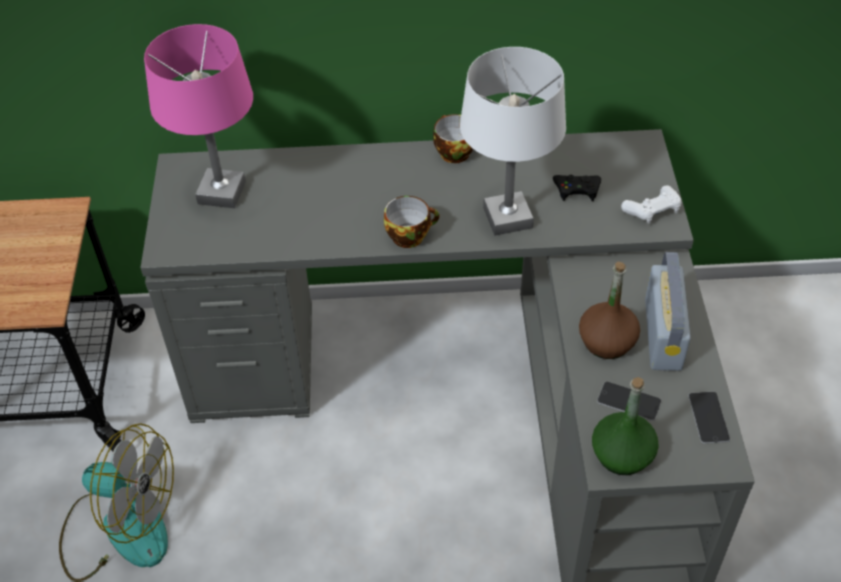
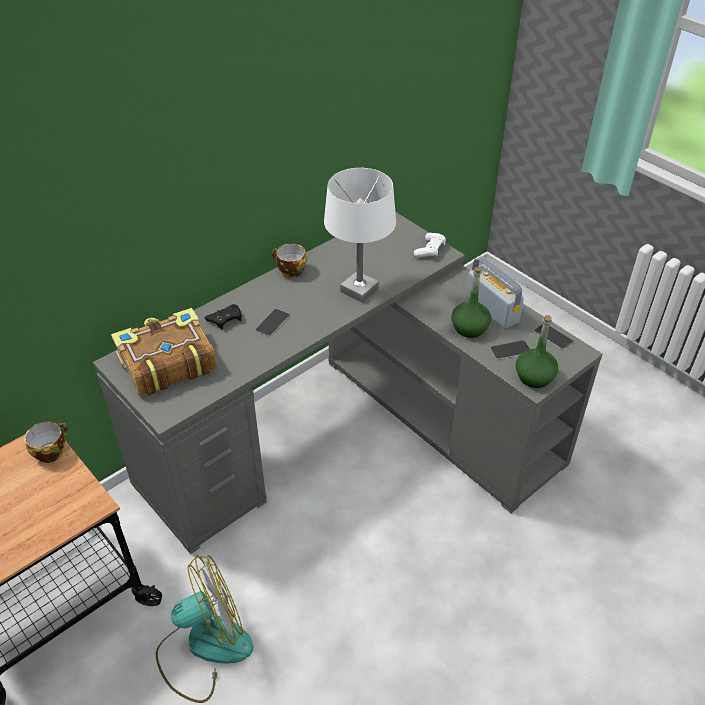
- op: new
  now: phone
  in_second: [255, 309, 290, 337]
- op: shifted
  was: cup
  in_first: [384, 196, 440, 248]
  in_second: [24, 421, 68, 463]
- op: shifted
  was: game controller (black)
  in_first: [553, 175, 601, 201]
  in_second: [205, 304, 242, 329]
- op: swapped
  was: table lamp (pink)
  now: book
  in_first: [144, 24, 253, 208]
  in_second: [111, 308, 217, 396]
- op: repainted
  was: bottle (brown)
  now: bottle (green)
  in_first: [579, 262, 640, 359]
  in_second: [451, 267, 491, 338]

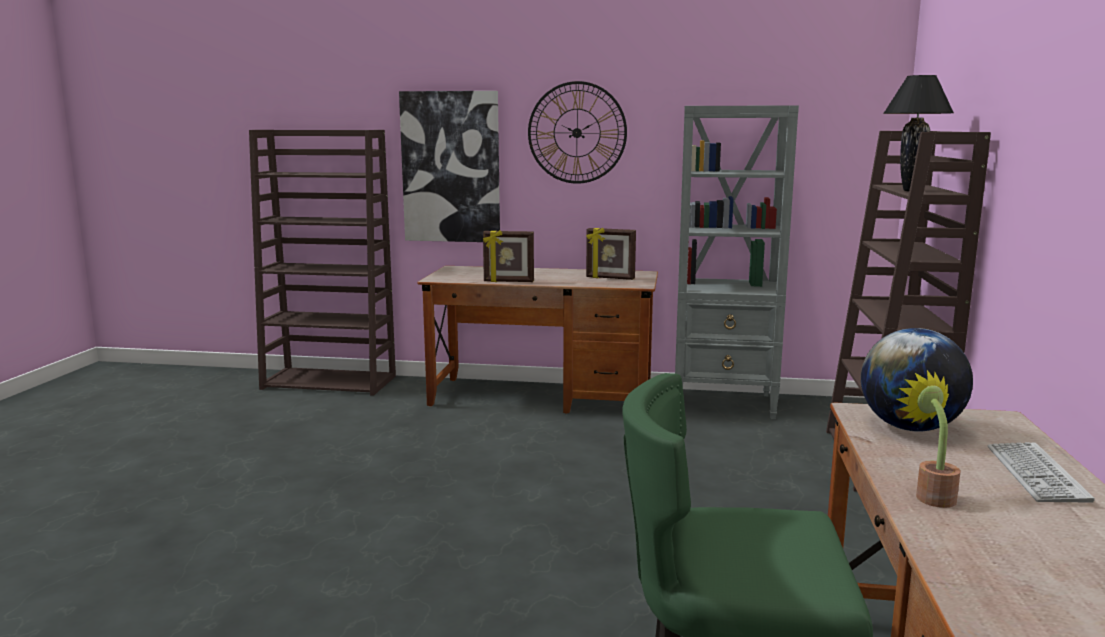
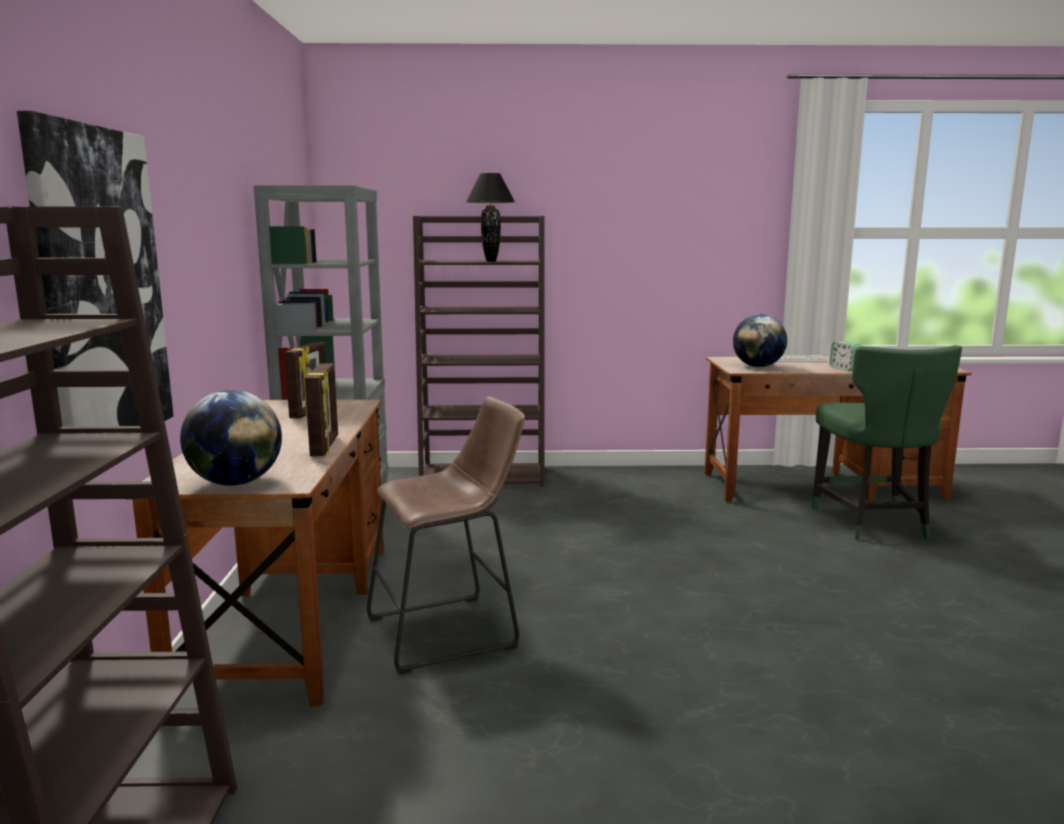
- op: gone
  was: wall clock
  in_first: [528, 81, 627, 184]
- op: new
  now: globe
  in_second: [180, 390, 282, 486]
- op: new
  now: stool (brown)
  in_second: [367, 397, 525, 675]
- op: swapped
  was: potted plant
  now: alarm clock
  in_first: [896, 370, 961, 508]
  in_second: [829, 342, 861, 371]

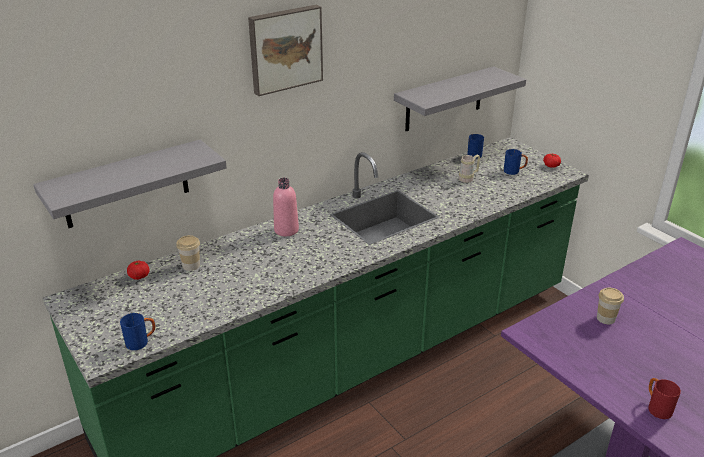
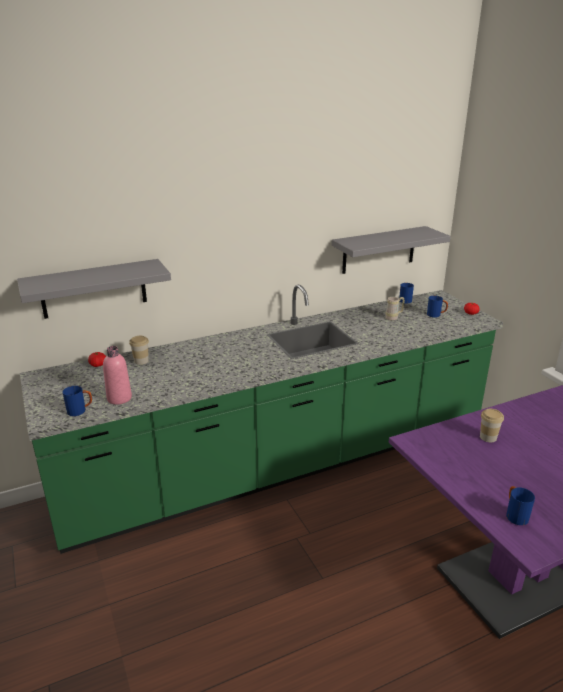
- op: gone
  was: picture
  in_first: [248, 5, 323, 96]
- op: shifted
  was: bottle (pink)
  in_first: [273, 178, 299, 236]
  in_second: [103, 346, 132, 404]
- op: repainted
  was: mug (red)
  now: mug (blue)
  in_first: [648, 378, 681, 419]
  in_second: [506, 486, 535, 525]

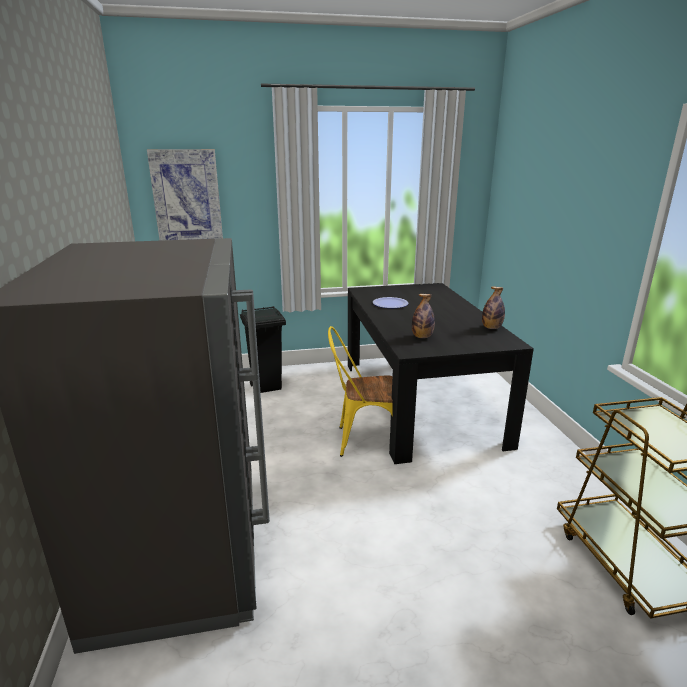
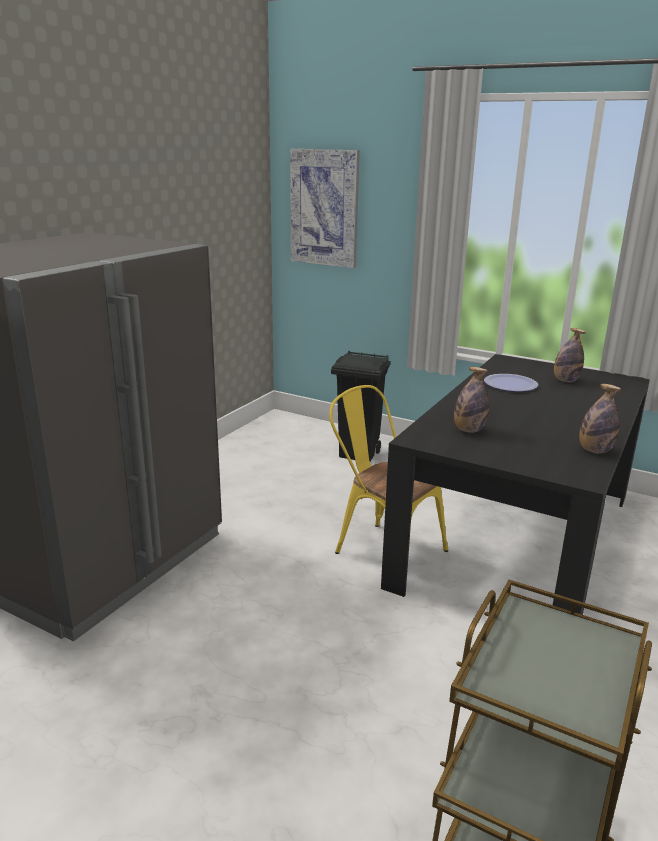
- op: new
  now: bottle
  in_second: [554, 328, 586, 382]

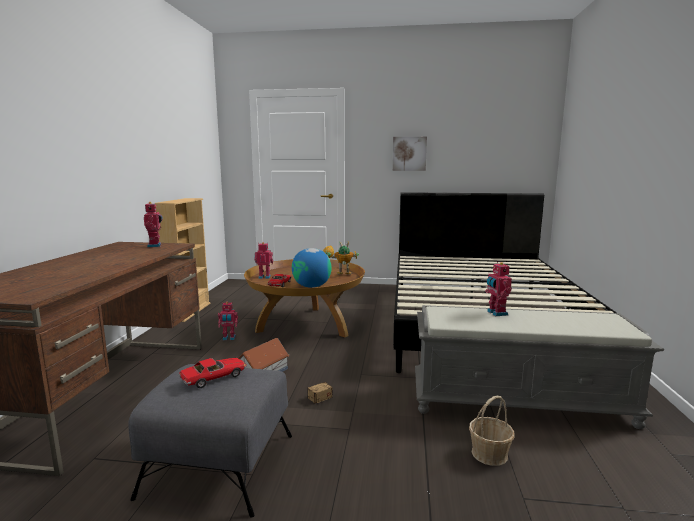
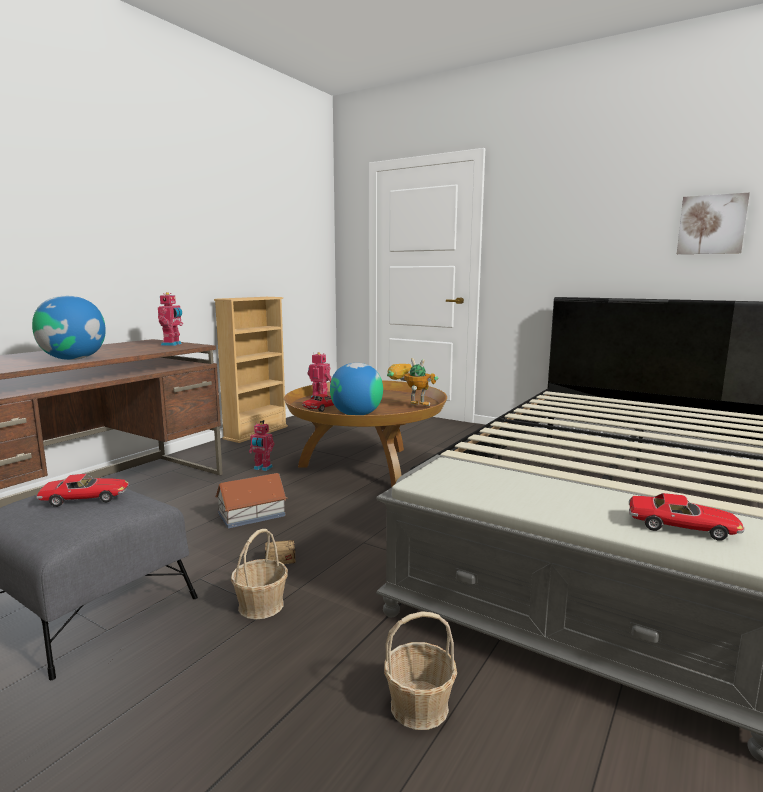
- op: gone
  was: toy robot
  in_first: [485, 262, 512, 316]
- op: new
  now: globe
  in_second: [32, 296, 106, 360]
- op: new
  now: basket
  in_second: [231, 529, 288, 620]
- op: new
  now: toy car
  in_second: [629, 493, 745, 540]
- op: shifted
  was: picture
  in_first: [393, 137, 427, 171]
  in_second: [677, 192, 750, 254]

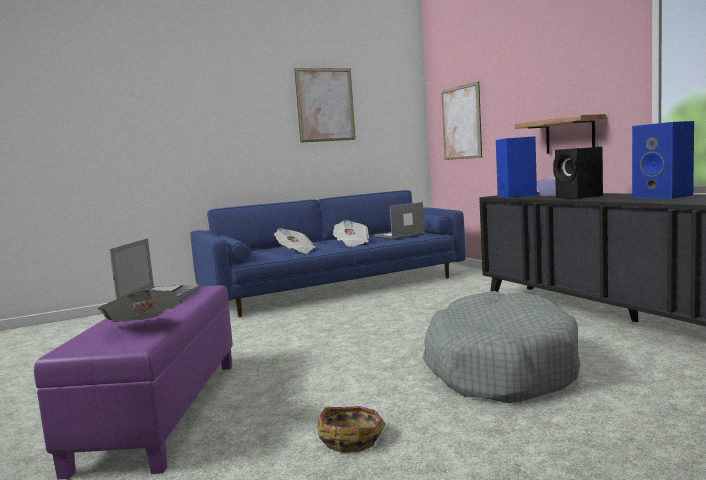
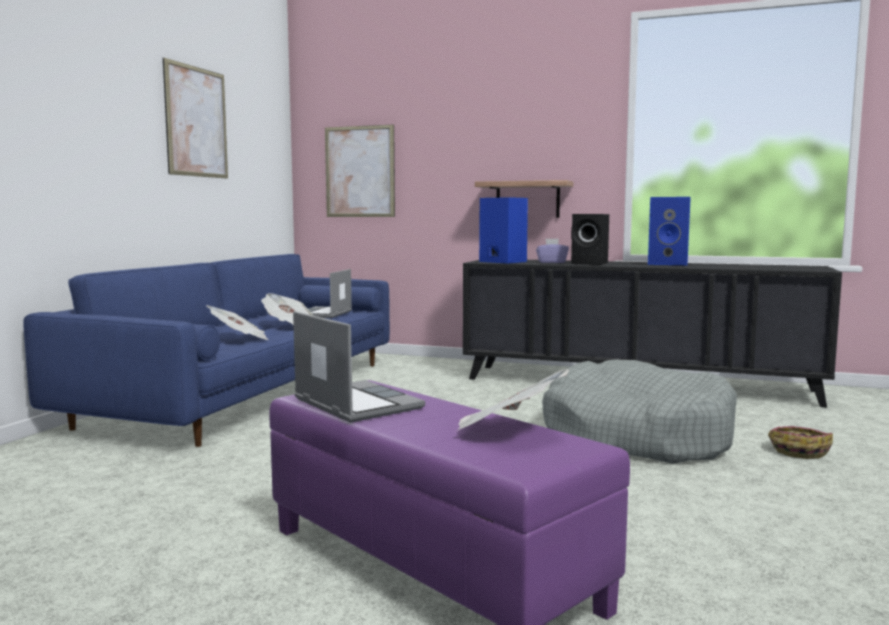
- op: shifted
  was: basket
  in_first: [317, 406, 385, 453]
  in_second: [768, 426, 833, 459]

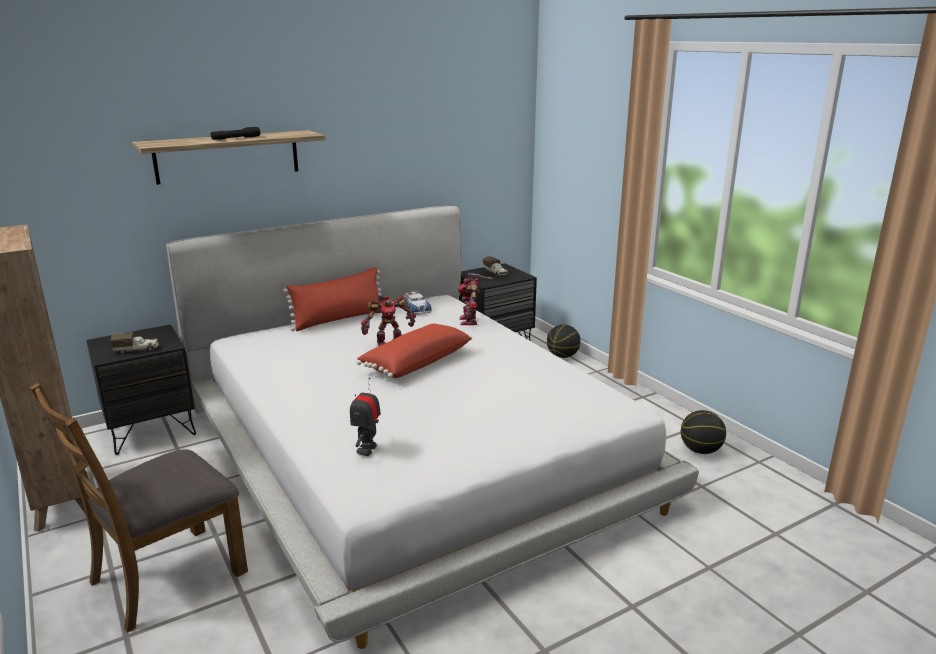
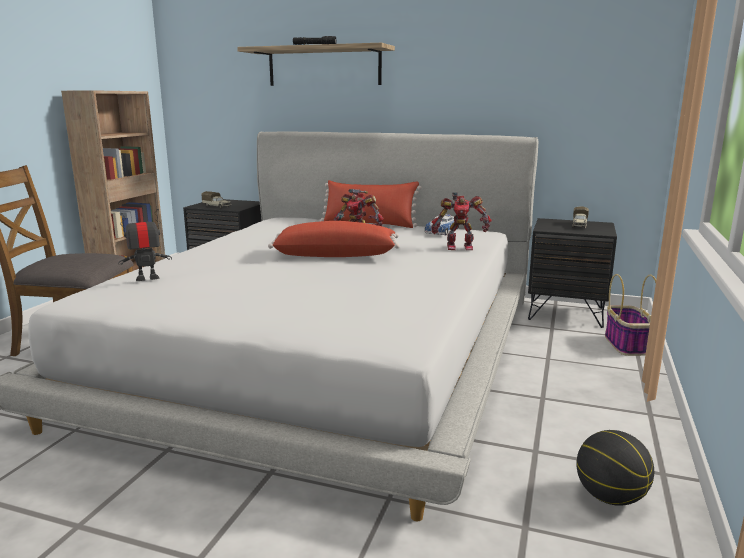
- op: swapped
  was: basketball
  now: basket
  in_first: [547, 324, 581, 358]
  in_second: [605, 274, 656, 356]
- op: rotated
  was: toy robot
  in_first: [458, 273, 493, 325]
  in_second: [431, 192, 492, 250]
  clockwise: -135

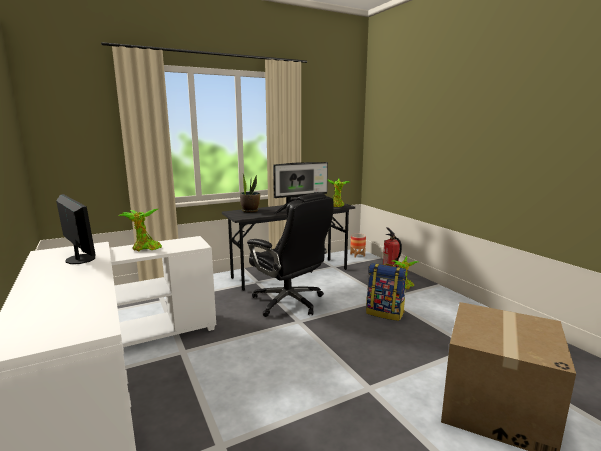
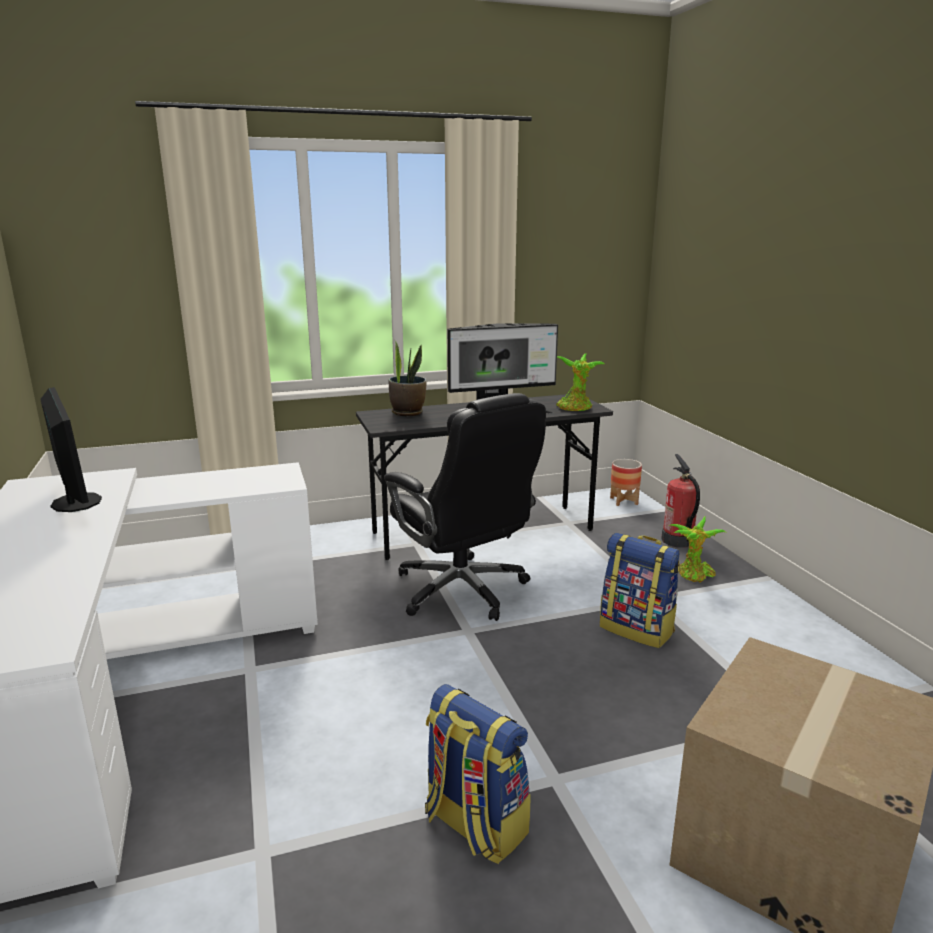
- op: gone
  was: potted plant
  in_first: [118, 209, 162, 252]
- op: new
  now: backpack
  in_second: [425, 684, 530, 864]

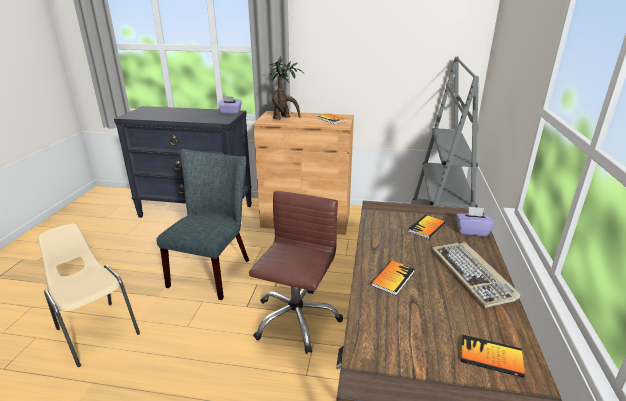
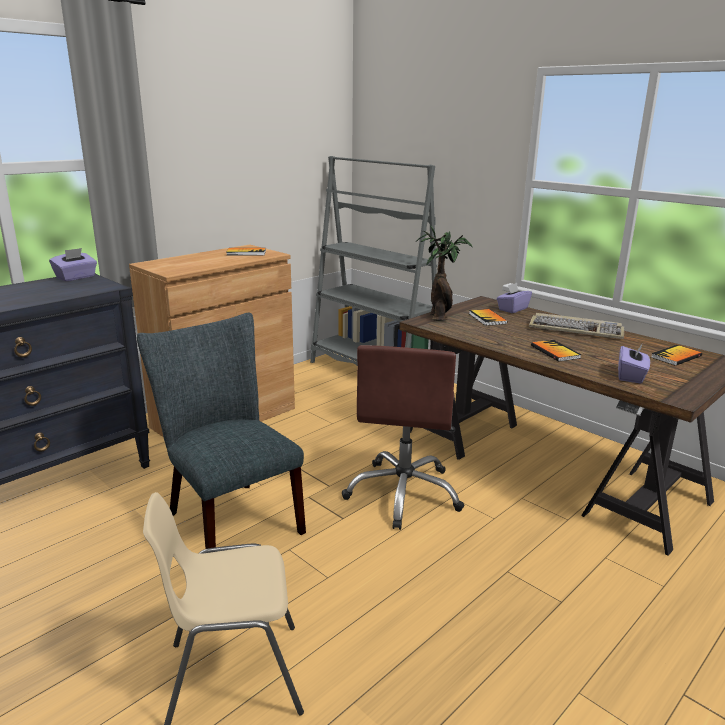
- op: new
  now: tissue box (purple)
  in_second: [618, 344, 650, 384]
- op: shifted
  was: potted plant
  in_first: [270, 56, 304, 119]
  in_second: [416, 225, 473, 321]
- op: rotated
  was: office chair (brown)
  in_first: [249, 190, 343, 354]
  in_second: [342, 345, 464, 530]
  clockwise: -135

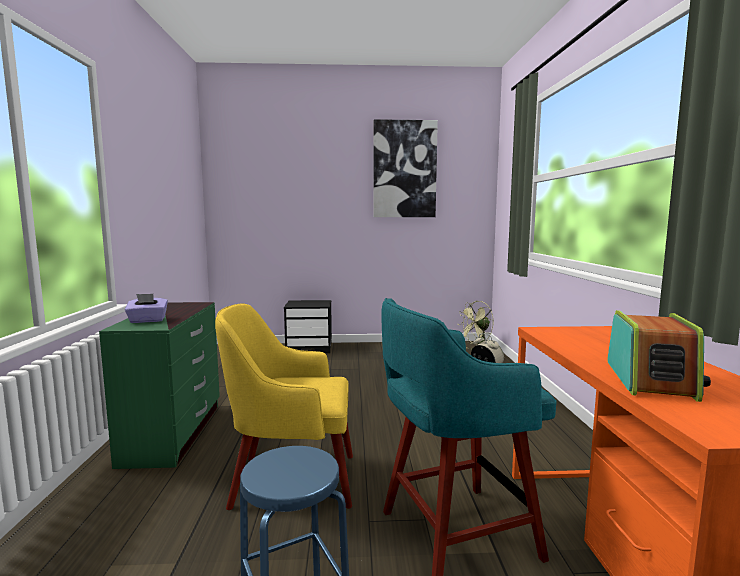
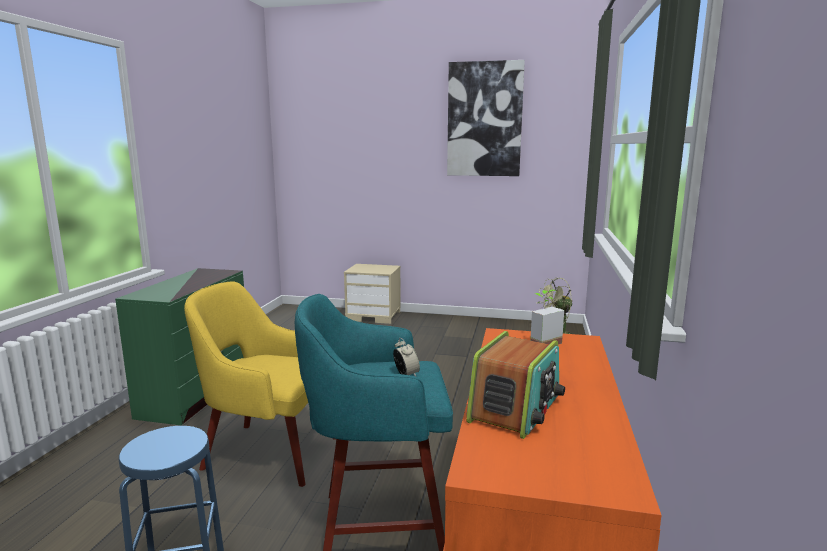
- op: gone
  was: tissue box (purple)
  in_first: [125, 294, 168, 323]
- op: new
  now: potted plant
  in_second: [530, 290, 564, 345]
- op: repainted
  was: nightstand (black)
  now: nightstand (beige)
  in_first: [284, 300, 332, 353]
  in_second: [344, 264, 401, 324]

